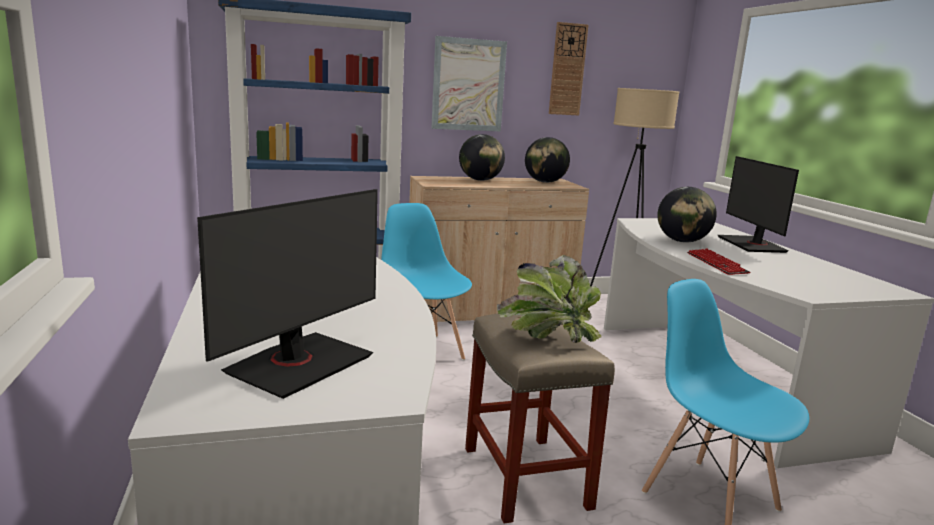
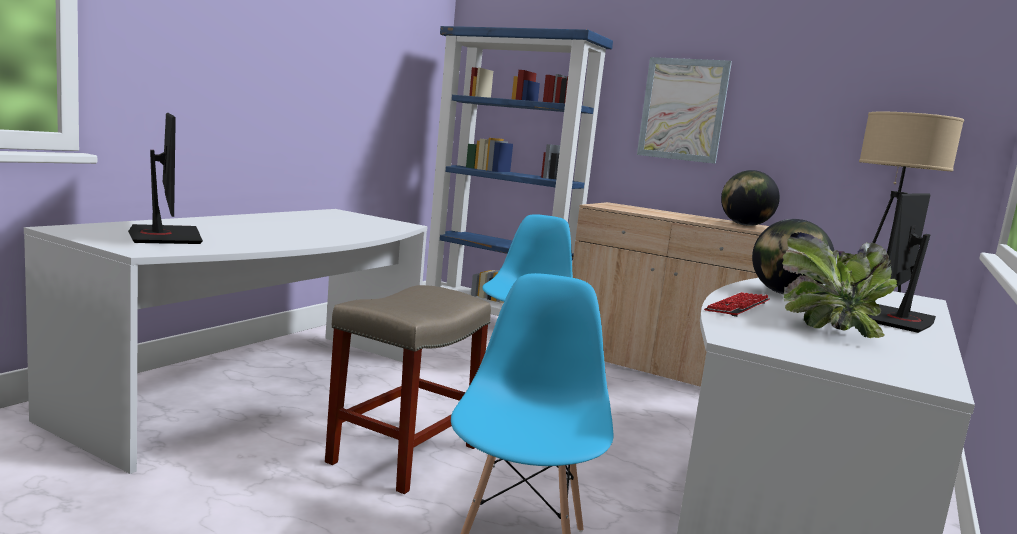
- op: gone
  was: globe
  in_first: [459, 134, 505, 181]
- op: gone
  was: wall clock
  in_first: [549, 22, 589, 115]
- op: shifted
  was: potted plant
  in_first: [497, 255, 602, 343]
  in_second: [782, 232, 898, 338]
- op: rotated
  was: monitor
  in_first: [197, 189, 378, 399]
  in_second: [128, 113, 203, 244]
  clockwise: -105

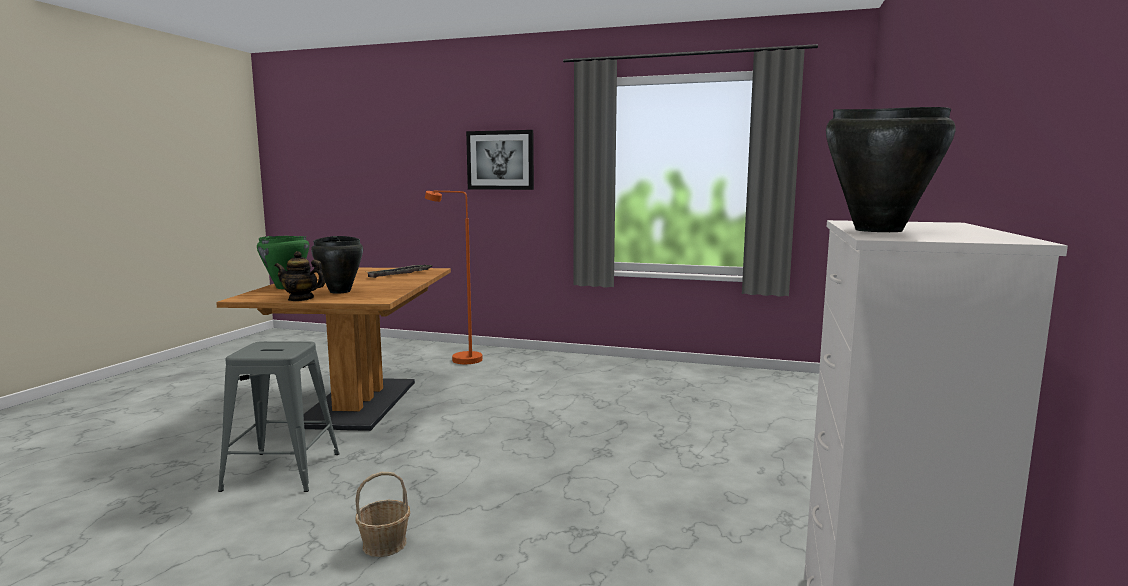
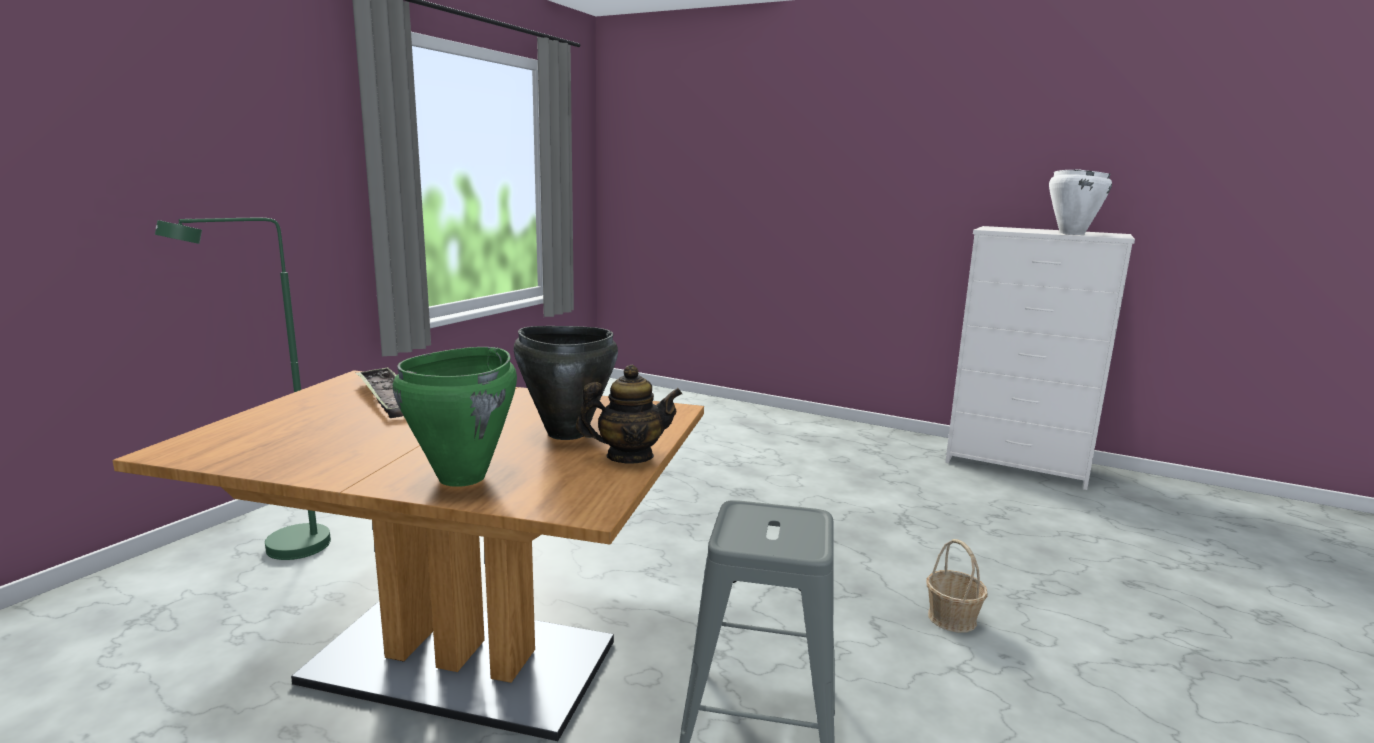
- op: gone
  was: picture
  in_first: [466, 130, 534, 190]
- op: repainted
  was: floor lamp (orange)
  now: floor lamp (green)
  in_first: [425, 191, 483, 364]
  in_second: [155, 218, 331, 560]
- op: repainted
  was: cooking pot (black)
  now: cooking pot (white)
  in_first: [826, 107, 955, 232]
  in_second: [1049, 169, 1112, 235]
- op: rotated
  was: teapot
  in_first: [275, 251, 325, 301]
  in_second: [576, 365, 682, 464]
  clockwise: -120

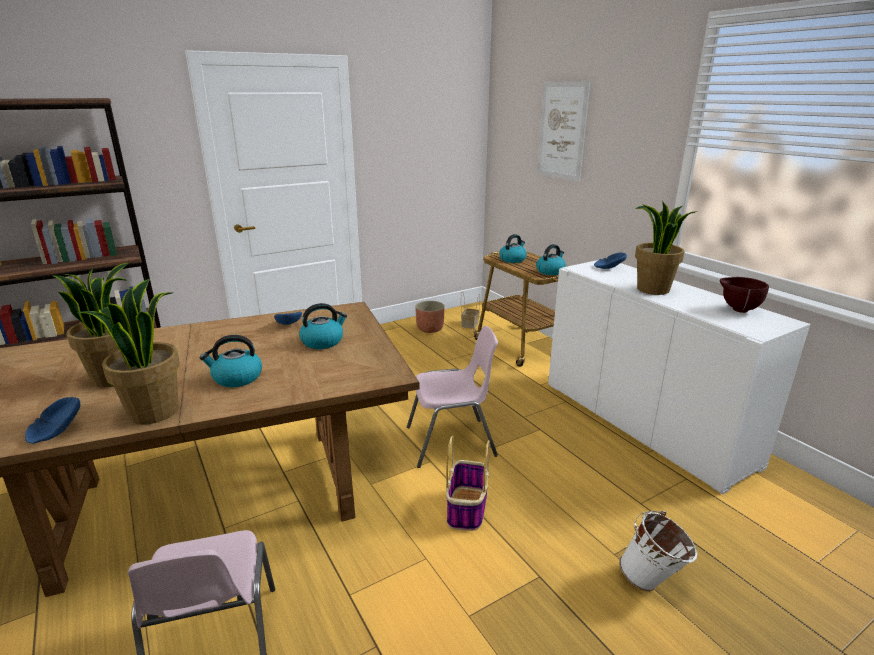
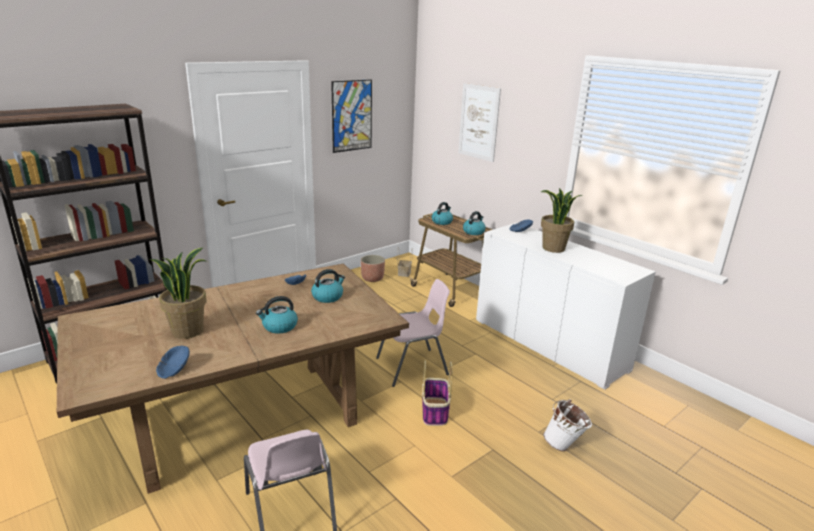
- op: gone
  was: potted plant
  in_first: [77, 279, 180, 425]
- op: gone
  was: bowl (brown)
  in_first: [720, 277, 769, 313]
- op: new
  now: picture
  in_second: [331, 79, 372, 153]

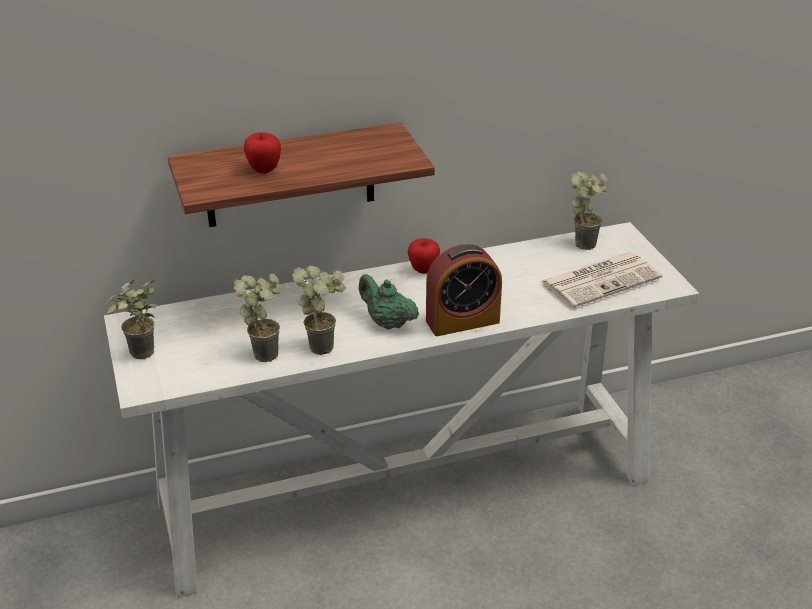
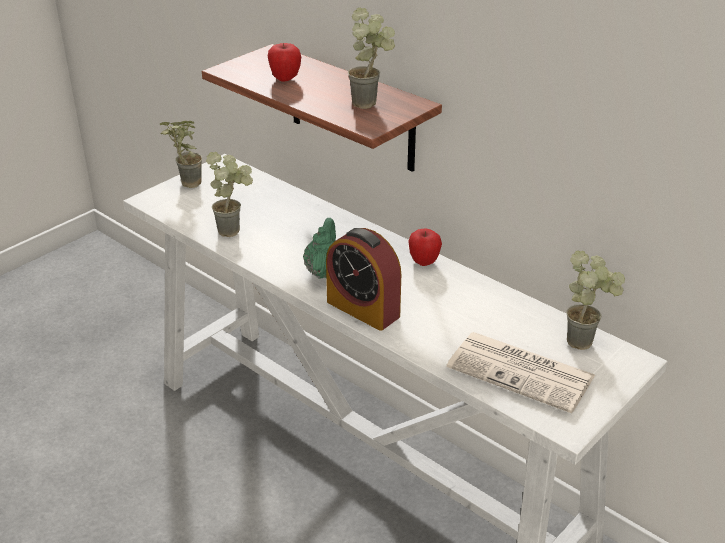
- op: shifted
  was: potted plant
  in_first: [292, 266, 346, 355]
  in_second: [348, 7, 395, 109]

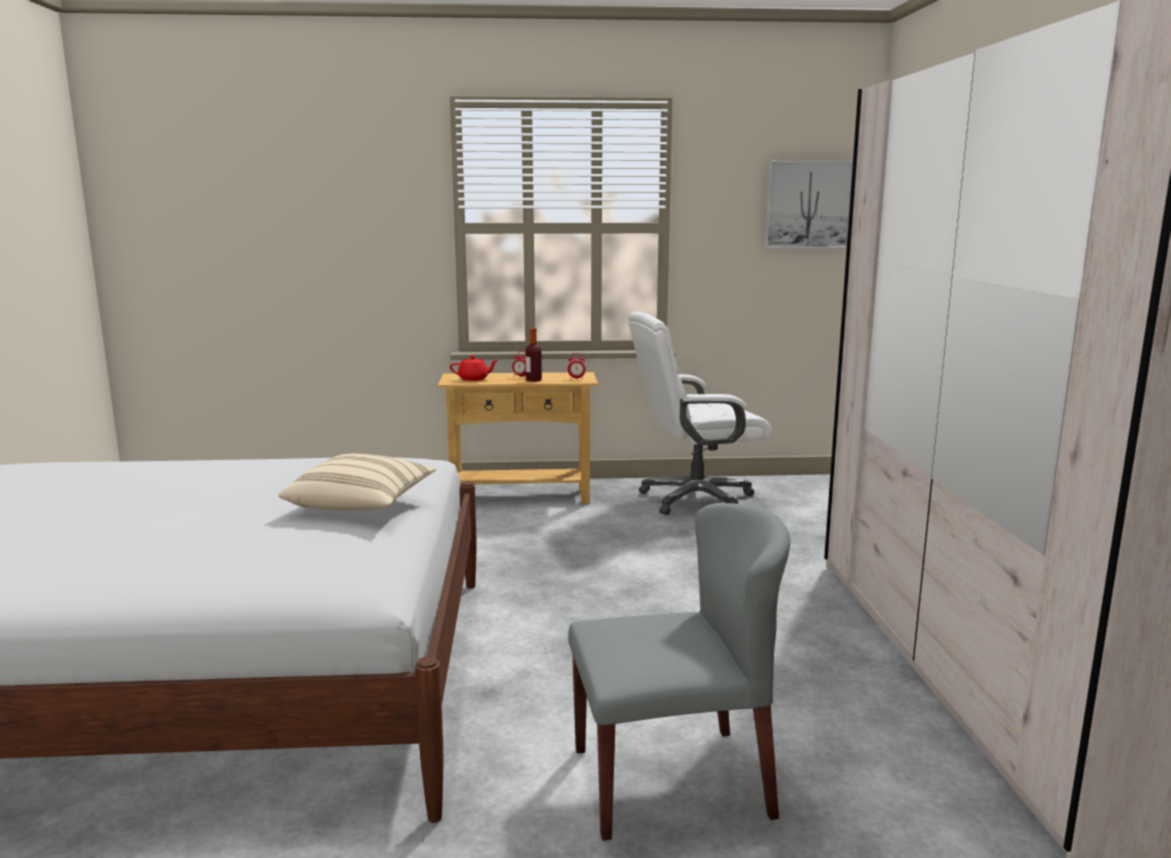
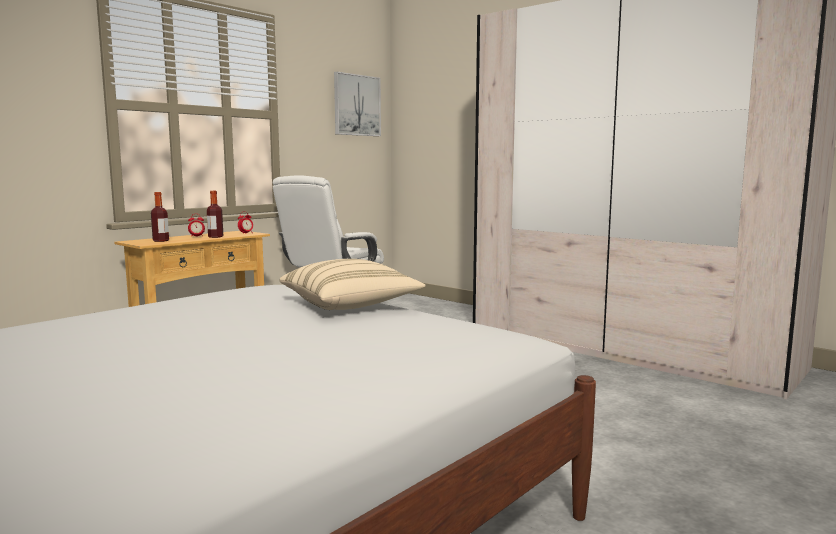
- op: gone
  was: chair (grey)
  in_first: [568, 503, 790, 841]
- op: swapped
  was: teapot (red)
  now: bottle
  in_first: [450, 356, 498, 381]
  in_second: [151, 192, 169, 242]

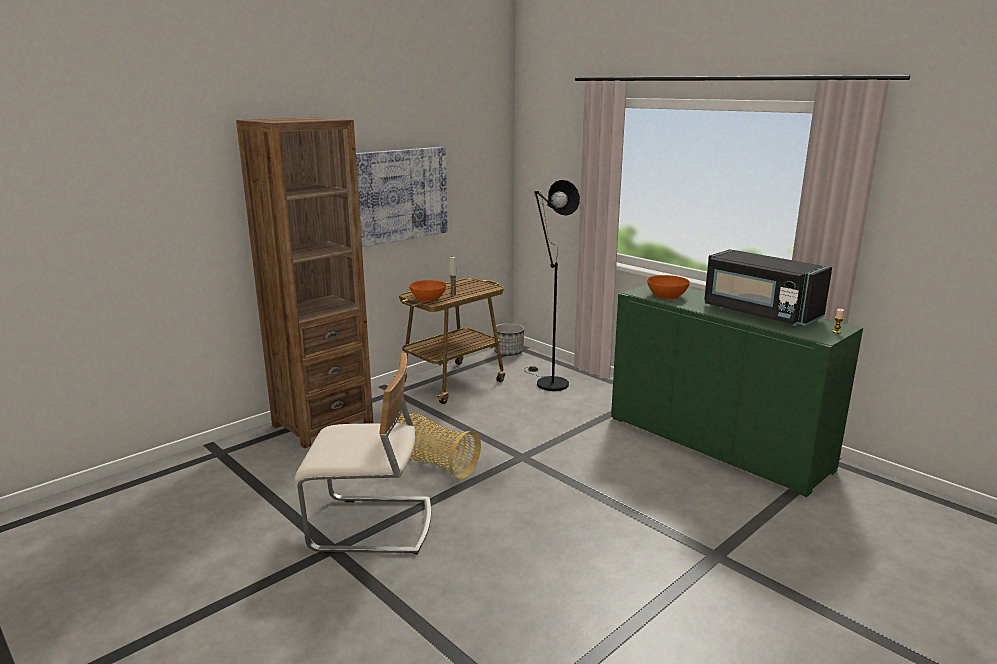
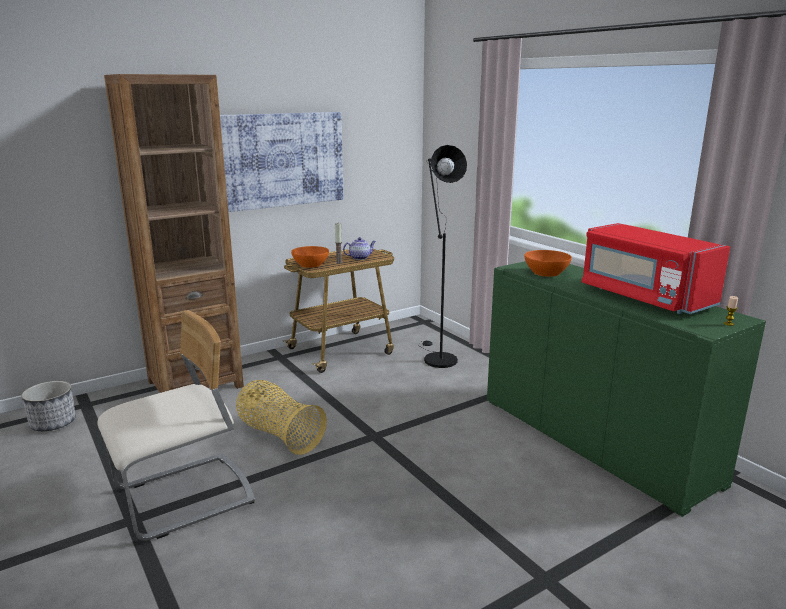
- op: new
  now: teapot
  in_second: [343, 237, 376, 260]
- op: shifted
  was: planter
  in_first: [494, 323, 524, 356]
  in_second: [21, 381, 76, 431]
- op: repainted
  was: microwave (black)
  now: microwave (red)
  in_first: [704, 249, 832, 326]
  in_second: [582, 223, 730, 314]
- op: rotated
  was: chair (beige)
  in_first: [294, 353, 431, 554]
  in_second: [97, 310, 255, 541]
  clockwise: -45

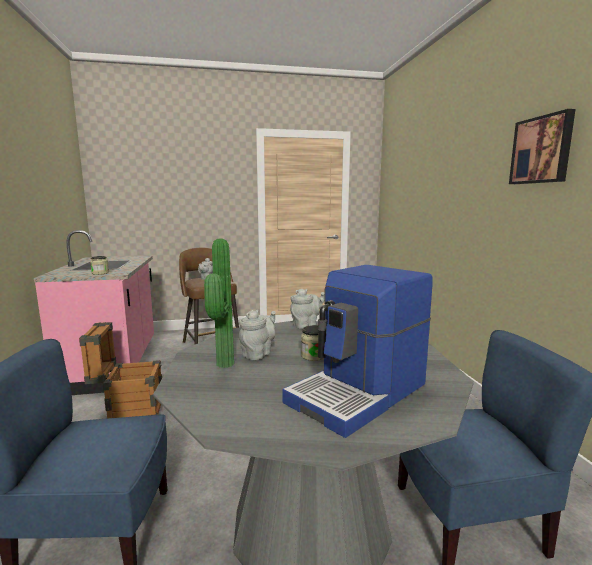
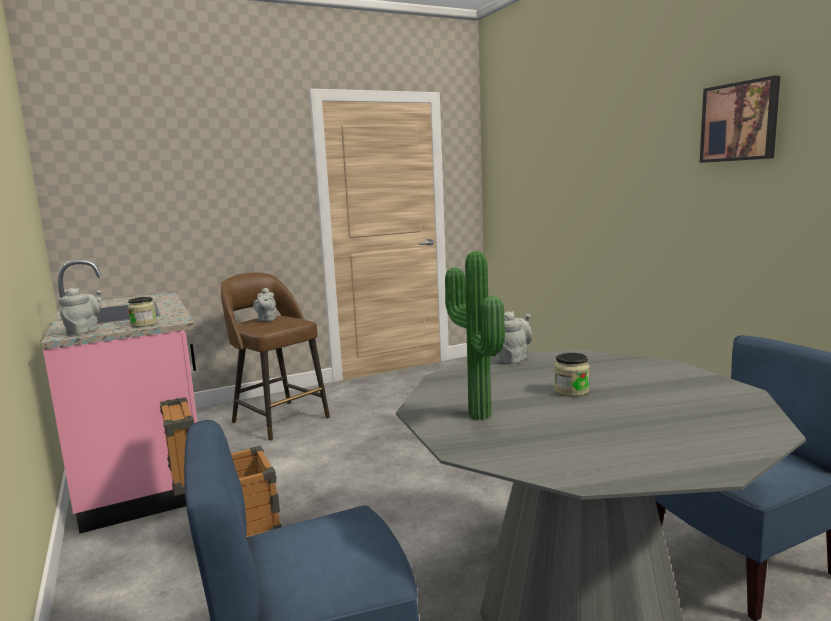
- op: gone
  was: coffee machine
  in_first: [282, 265, 433, 438]
- op: shifted
  was: teapot (grey)
  in_first: [239, 310, 276, 360]
  in_second: [58, 288, 102, 335]

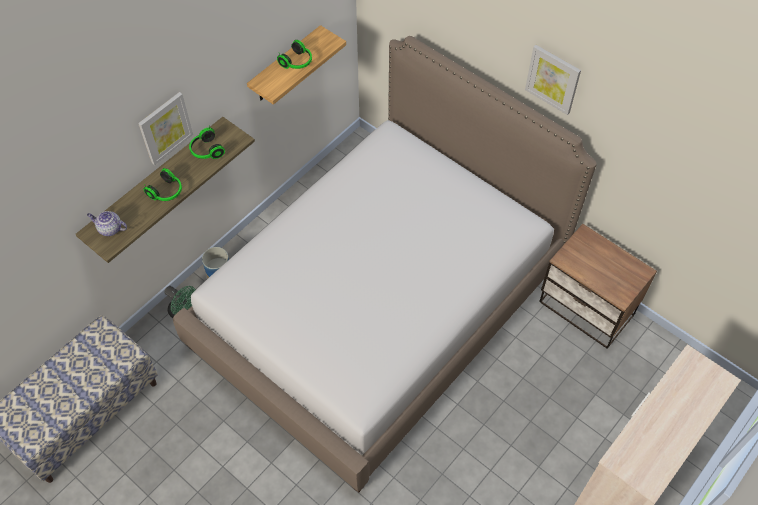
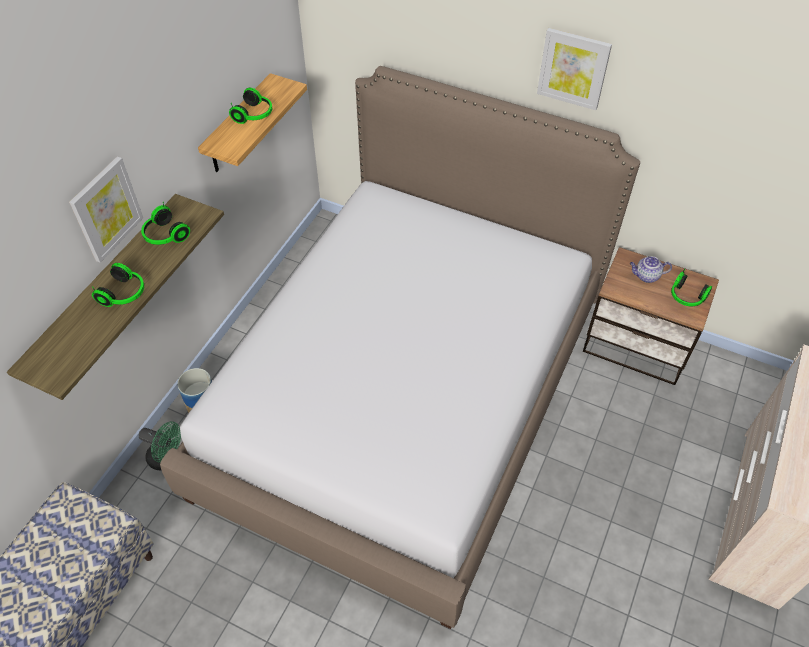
- op: new
  now: headphones
  in_second: [671, 269, 712, 306]
- op: shifted
  was: teapot
  in_first: [87, 211, 127, 236]
  in_second: [630, 256, 672, 283]

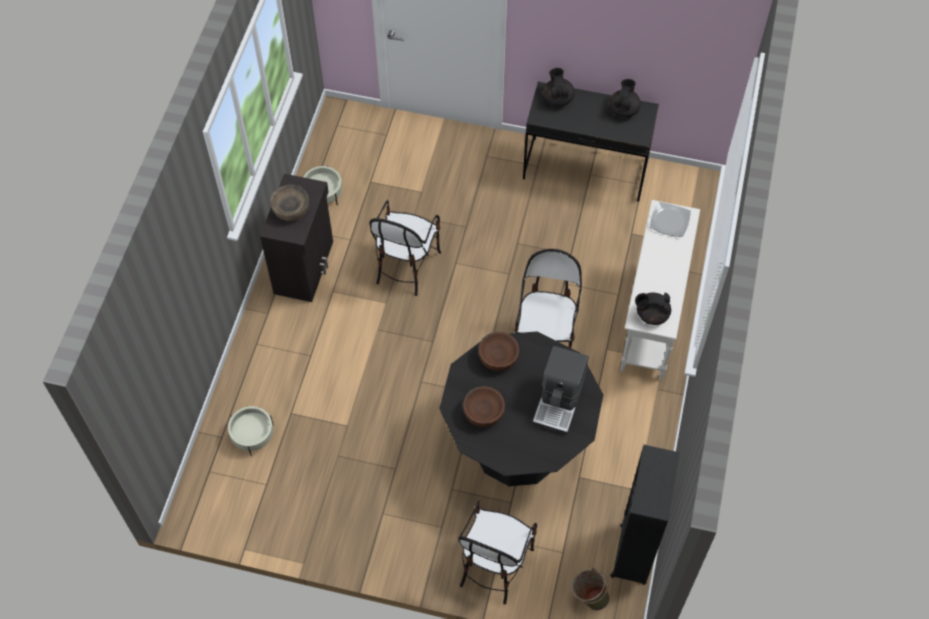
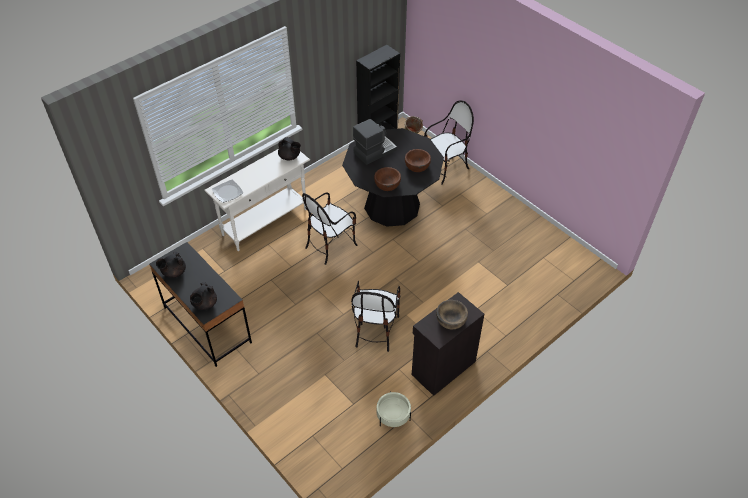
- op: gone
  was: planter (beige)
  in_first: [228, 406, 274, 456]
- op: rotated
  was: chair
  in_first: [369, 200, 441, 296]
  in_second: [351, 280, 400, 352]
  clockwise: 135

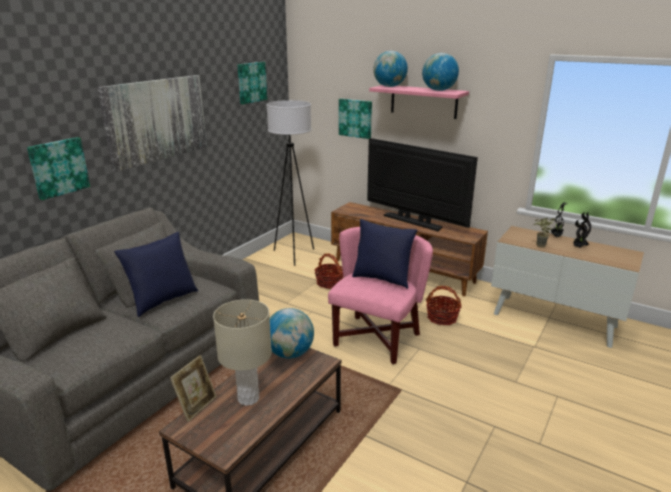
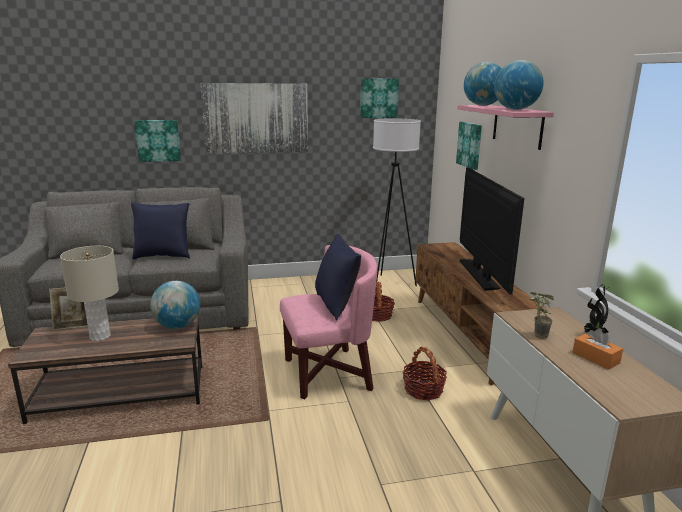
- op: swapped
  was: potted plant
  now: tissue box (orange)
  in_first: [573, 212, 591, 248]
  in_second: [572, 328, 623, 370]

